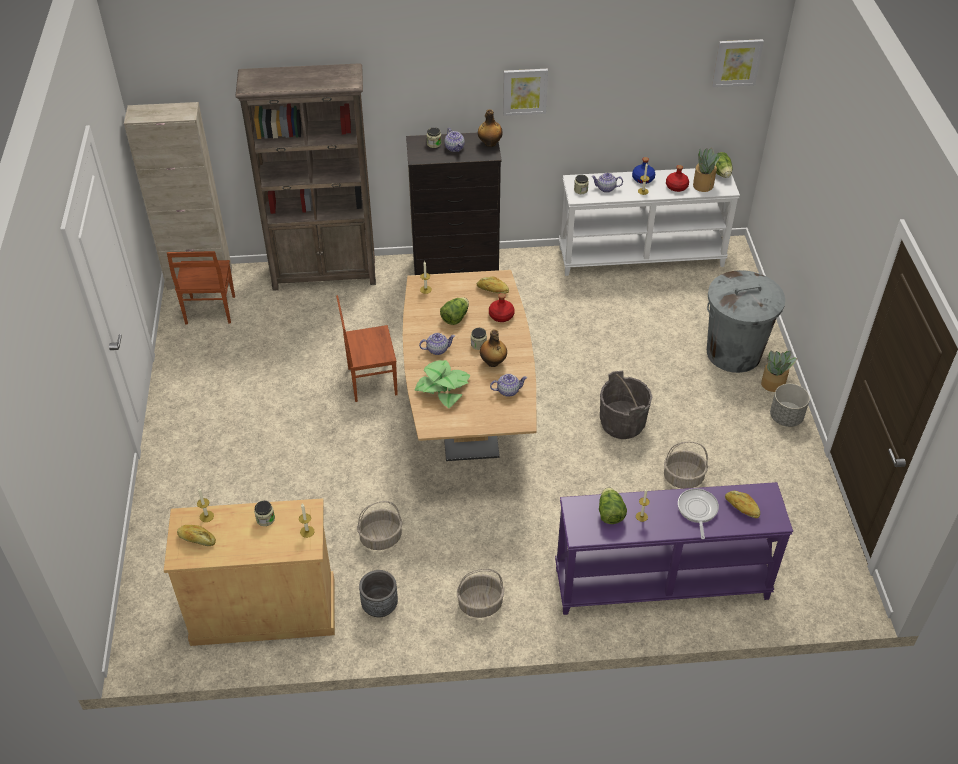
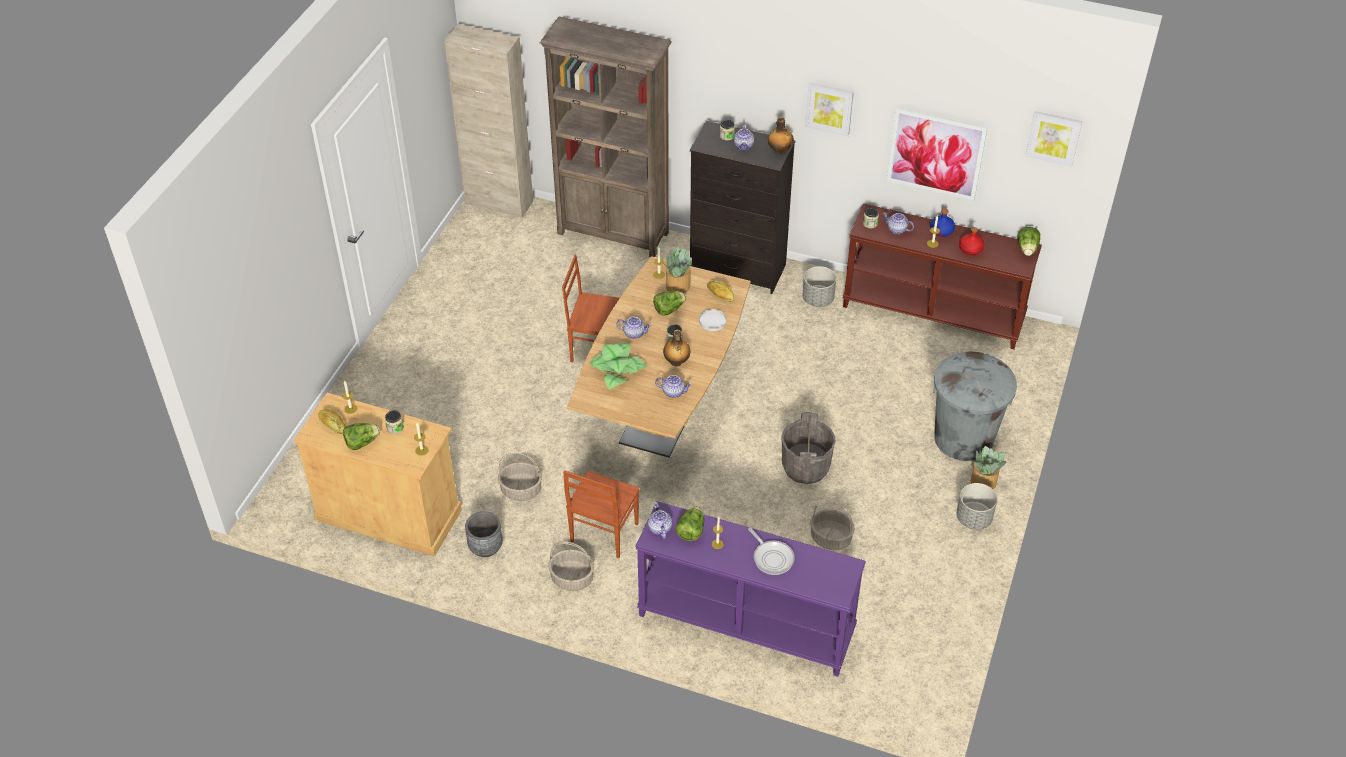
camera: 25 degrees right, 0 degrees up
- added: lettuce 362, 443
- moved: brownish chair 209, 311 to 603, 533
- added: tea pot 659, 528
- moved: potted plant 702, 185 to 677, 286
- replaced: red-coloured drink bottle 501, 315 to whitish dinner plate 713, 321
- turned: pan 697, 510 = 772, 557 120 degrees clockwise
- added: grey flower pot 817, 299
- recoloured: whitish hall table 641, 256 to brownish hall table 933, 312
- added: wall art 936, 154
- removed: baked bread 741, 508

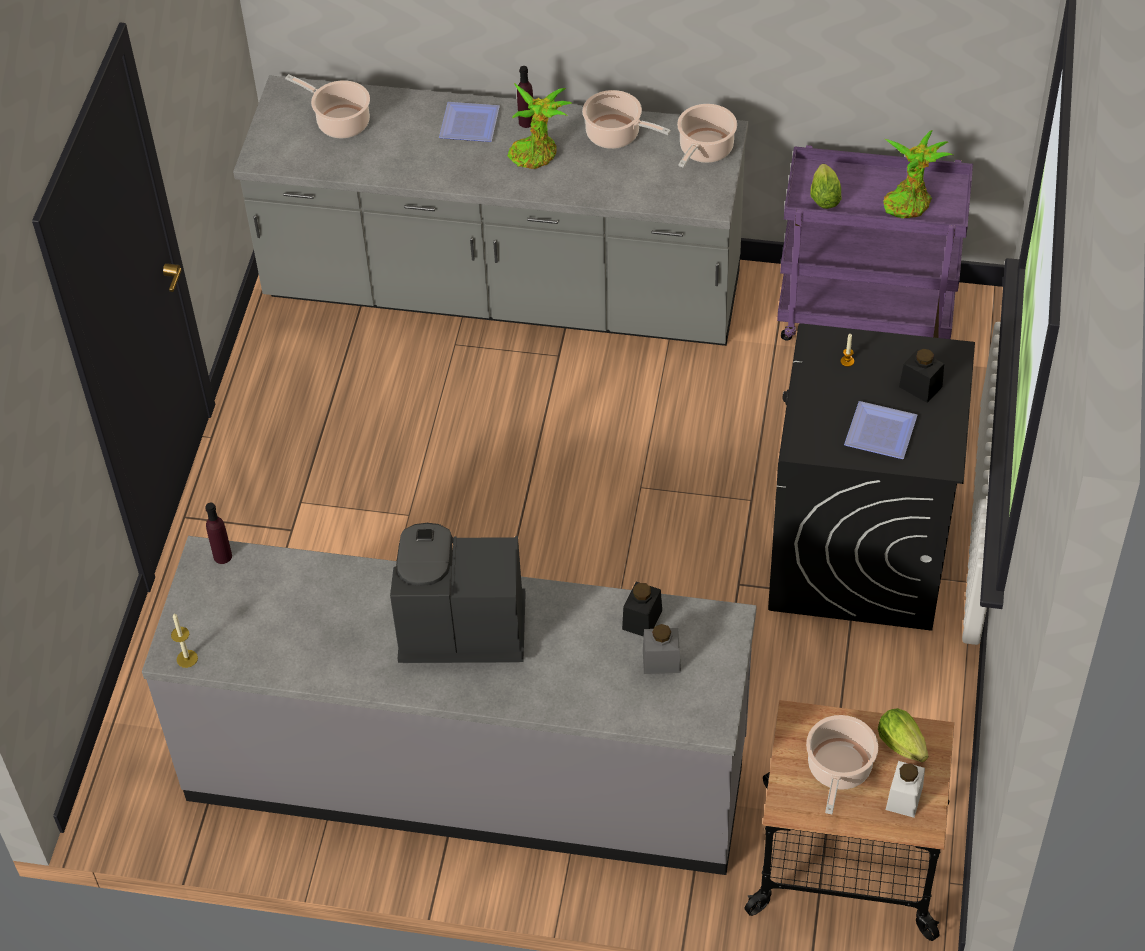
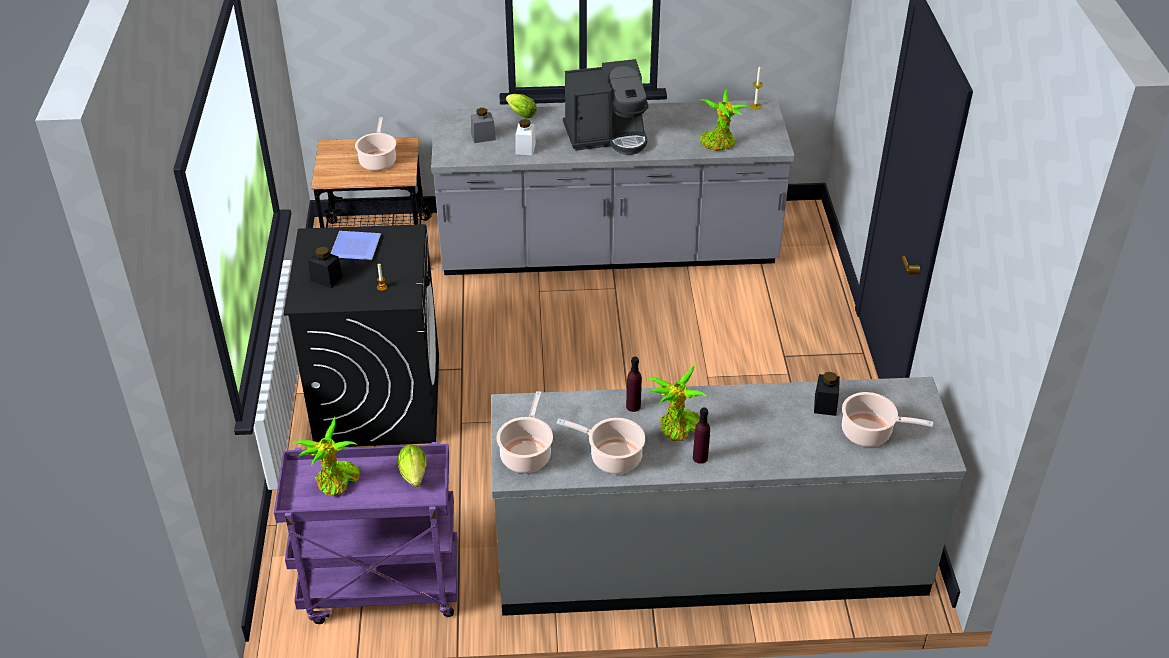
camera: 165 degrees right, 10 degrees down
- moved: lettuce 904, 747 to 520, 113
- moved: whitish storage jar 904, 798 to 525, 148
- moved: purple-coloured drink bottle 222, 556 to 633, 406
- added: potted plant 719, 144
- moved: black storage jar 642, 619 to 825, 404
- removed: dinner plate 467, 125

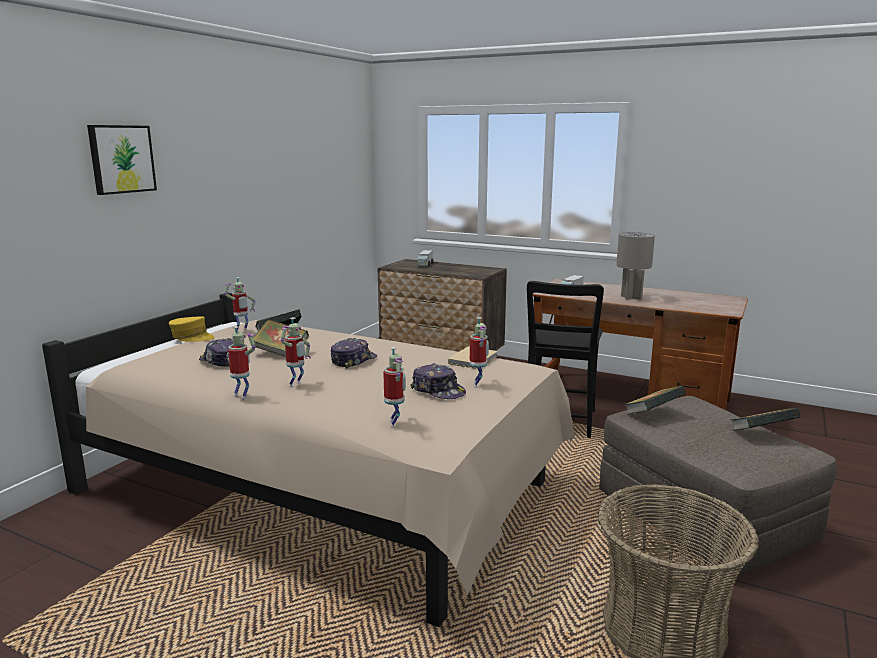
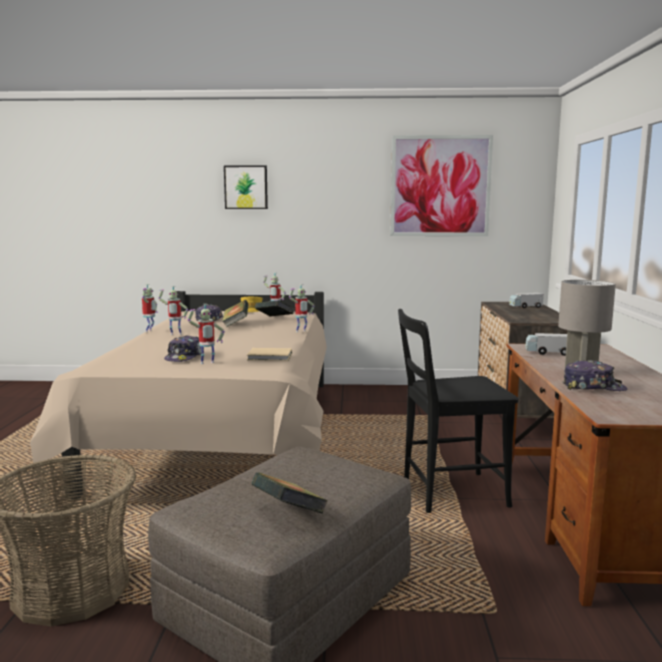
camera: 65 degrees right, 5 degrees down
- moved: toy robot 395, 424 to 301, 331
- added: wall art 440, 186
- moved: peaked cap 353, 360 to 593, 387
- removed: book 653, 415

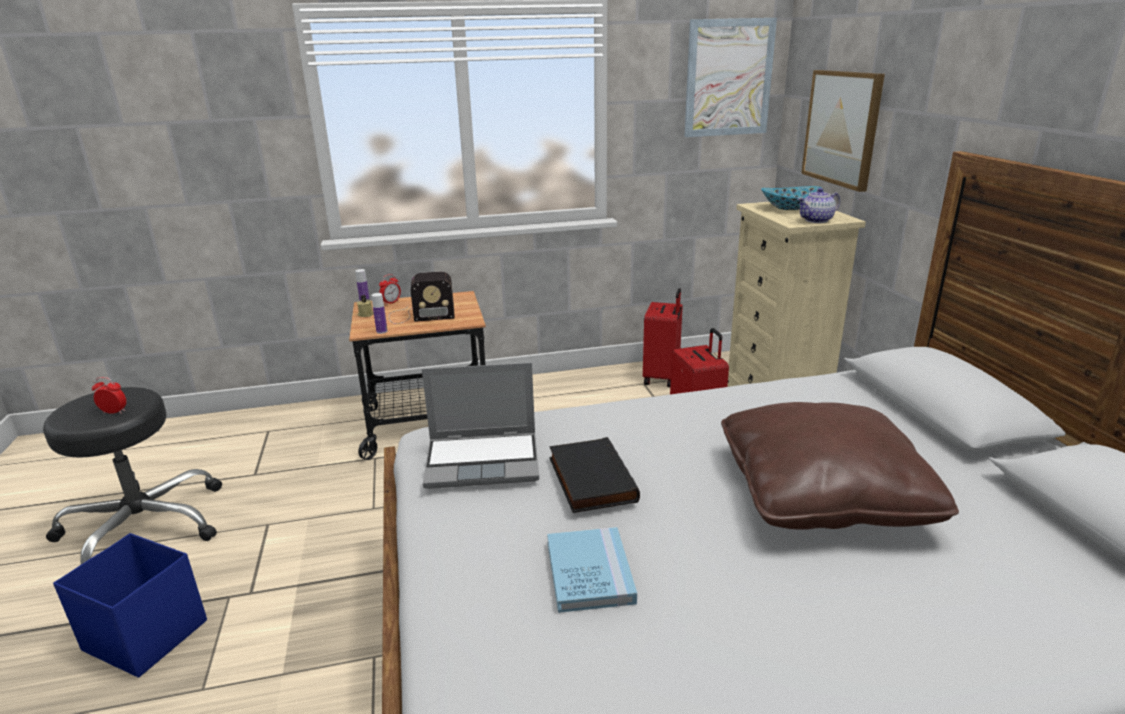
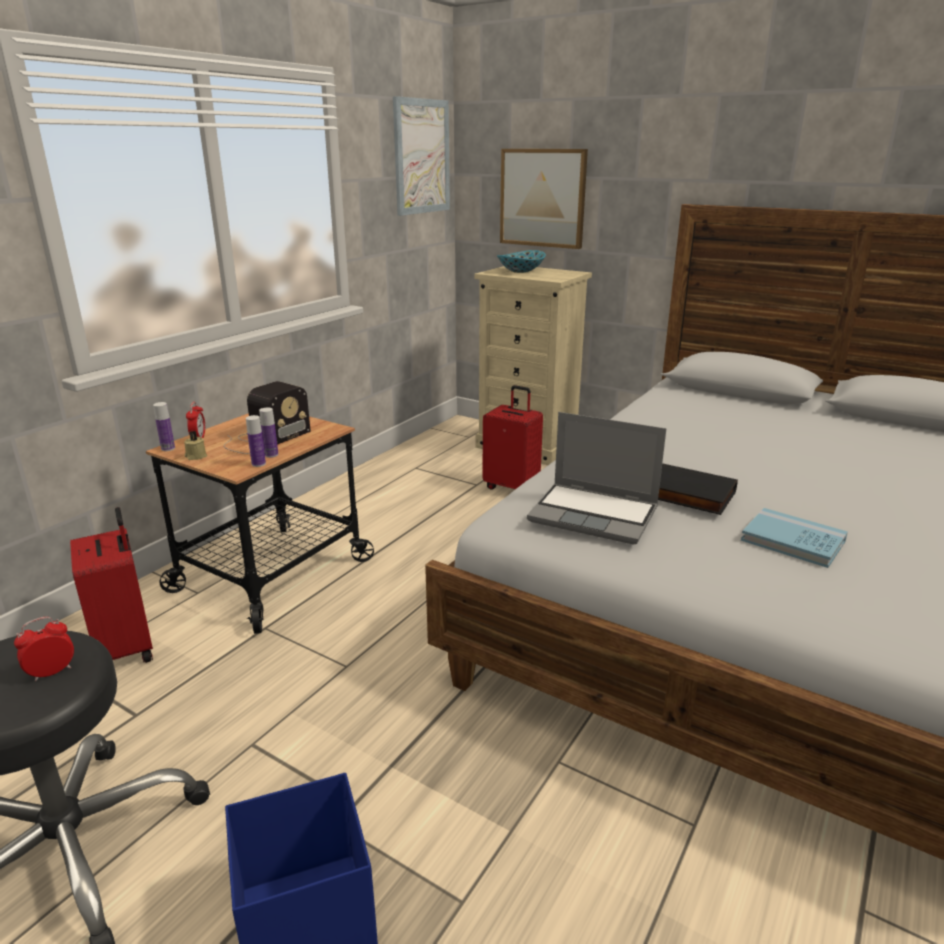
camera: 45 degrees left, 0 degrees up
- moved: red-coloured travel case 662, 377 to 127, 648
- added: drink bottle 271, 455
- turned: portable computer 484, 461 = 595, 515 75 degrees clockwise
- removed: brownish pillow 822, 493
- removed: tea pot 817, 220

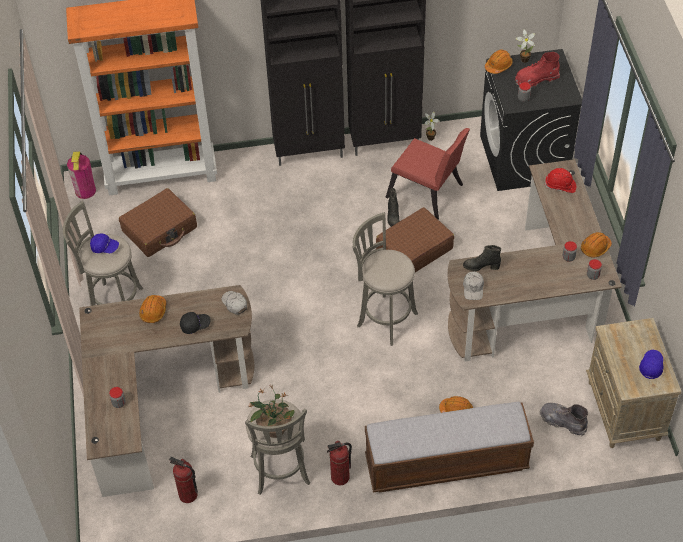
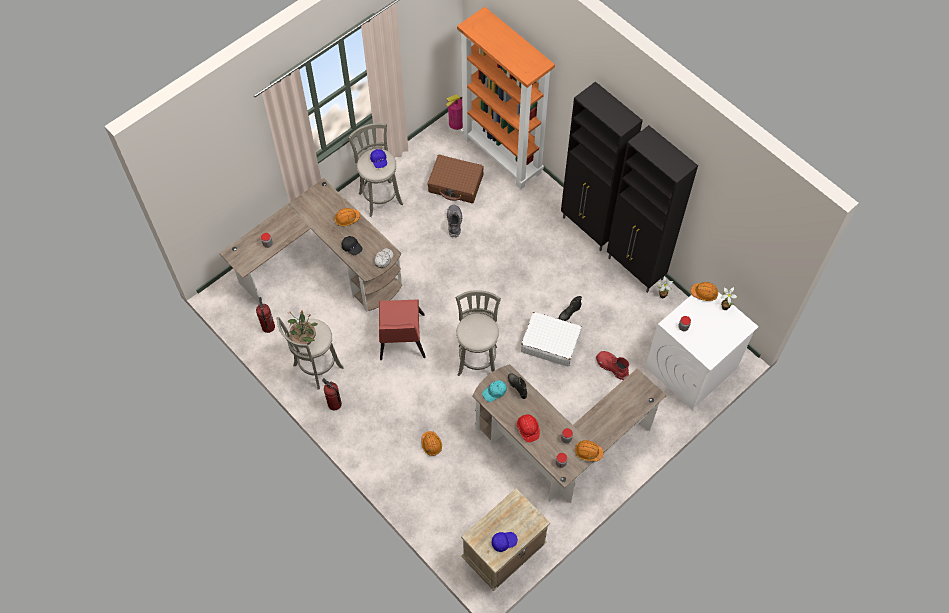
camera: 55 degrees right, 10 degrees up
- moved: red-coloured chair 428, 194 to 401, 340
- moved: grey boot 563, 421 to 454, 222
- recoloured: whitish peaked cap 473, 288 to turquoise-coloured peaked cap 494, 392
- moved: red-coloured safety helmet 560, 186 to 528, 429
- recoloured: brownish travel case 414, 249 to whitish travel case 550, 343
- moved: red-coloured boot 536, 79 to 611, 366
- recoloured: black laundry appliance 524, 158 to whitish laundry appliance 691, 368
- removed: indoor bench 446, 463

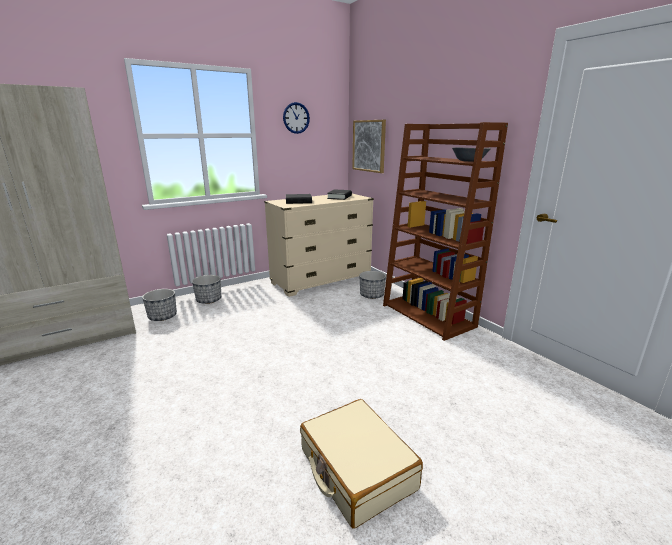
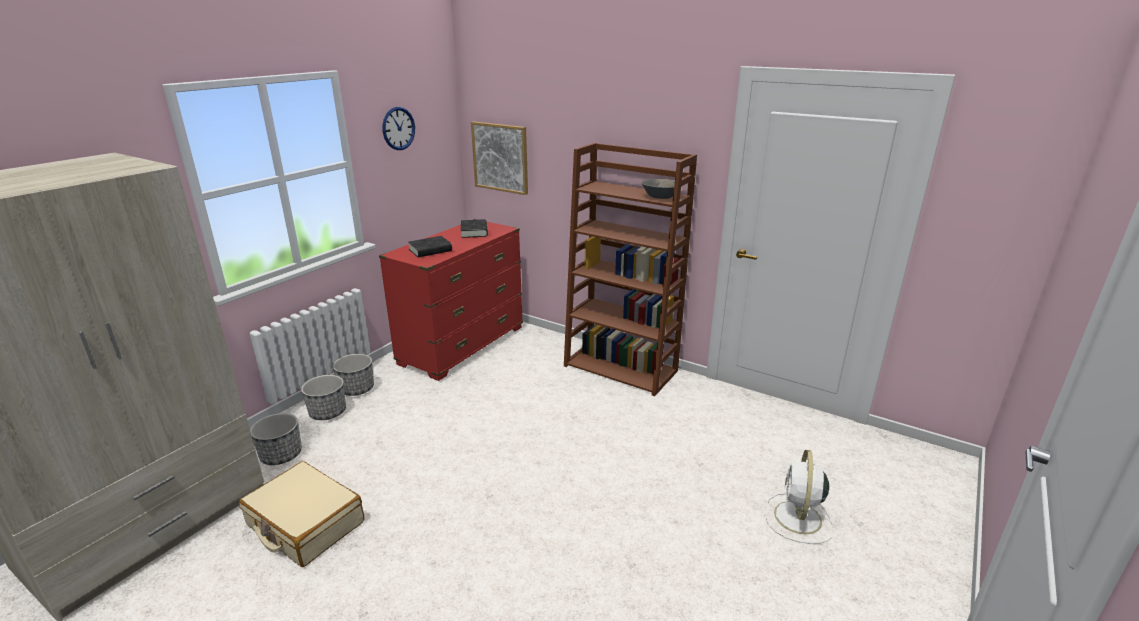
camera: 25 degrees left, 5 degrees up
- moved: sand-coloured travel case 356, 469 to 305, 524
- moved: flower pot 372, 295 to 357, 389
- recoloured: sand-coloured chest of drawers 321, 280 to red-coloured chest of drawers 462, 346
- added: whitish electric fan 797, 519

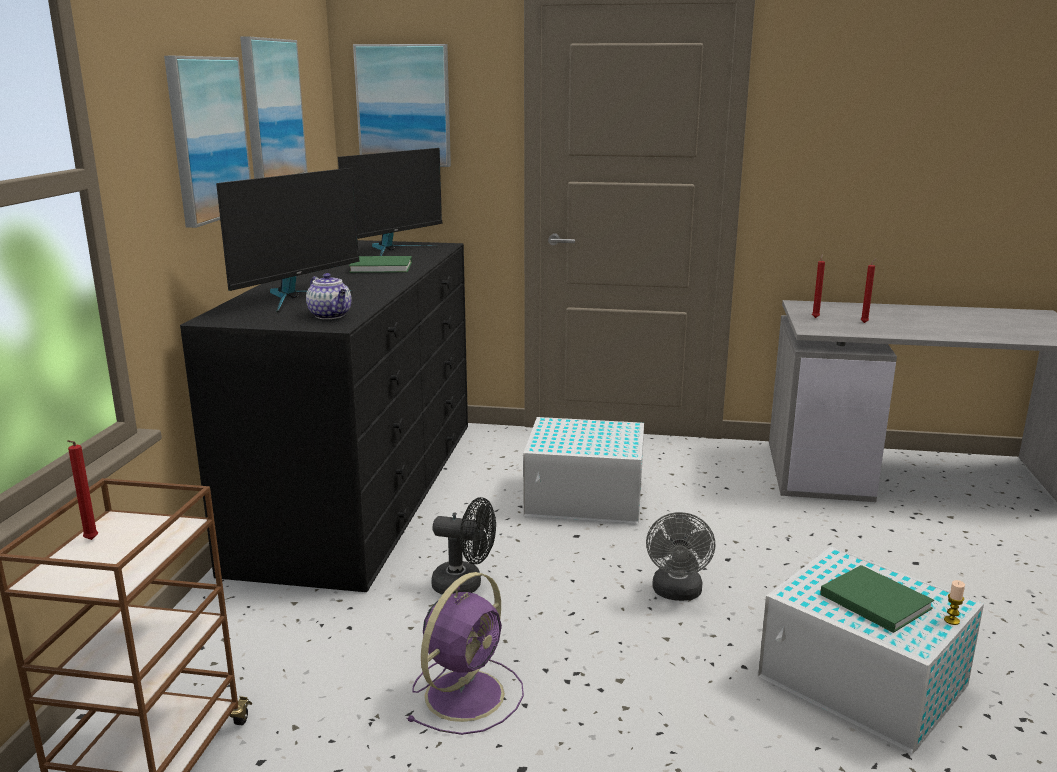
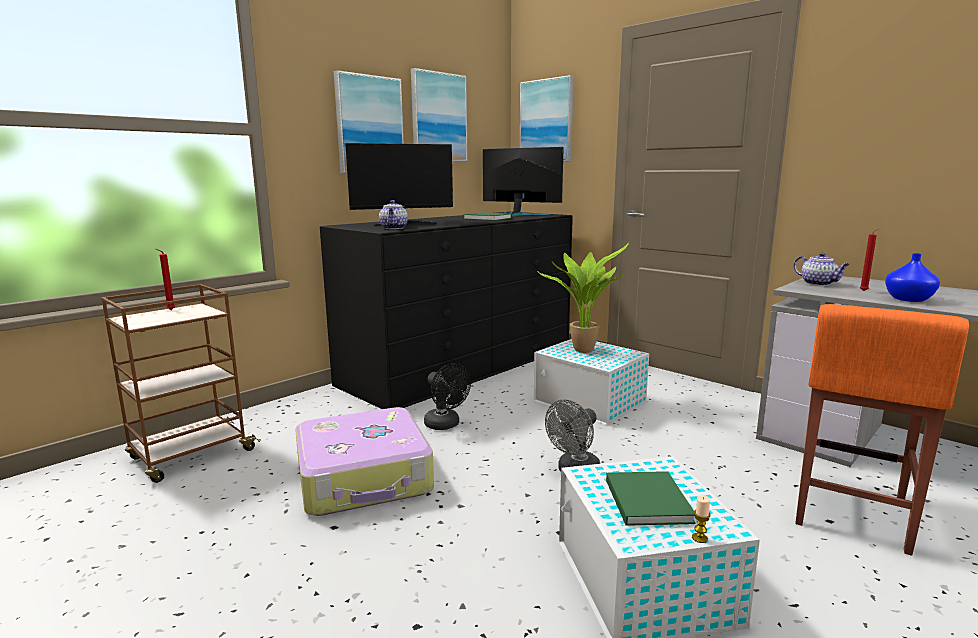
camera: 35 degrees right, 5 degrees down
- replaced: purple-coloured electric fan 467, 693 to travel case 365, 477
- turned: monitor 394, 250 = 519, 214 135 degrees counterclockwise
- added: potted plant 583, 349
- replaced: red-coloured wax light 815, 317 to tea pot 819, 283
- added: orange stool 850, 513
- added: blue-coloured vase 907, 299

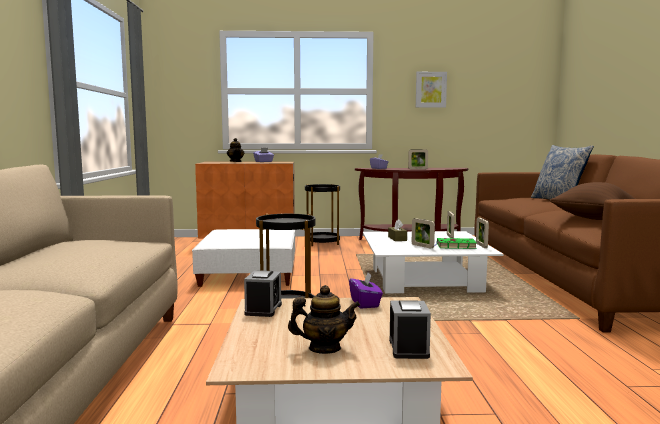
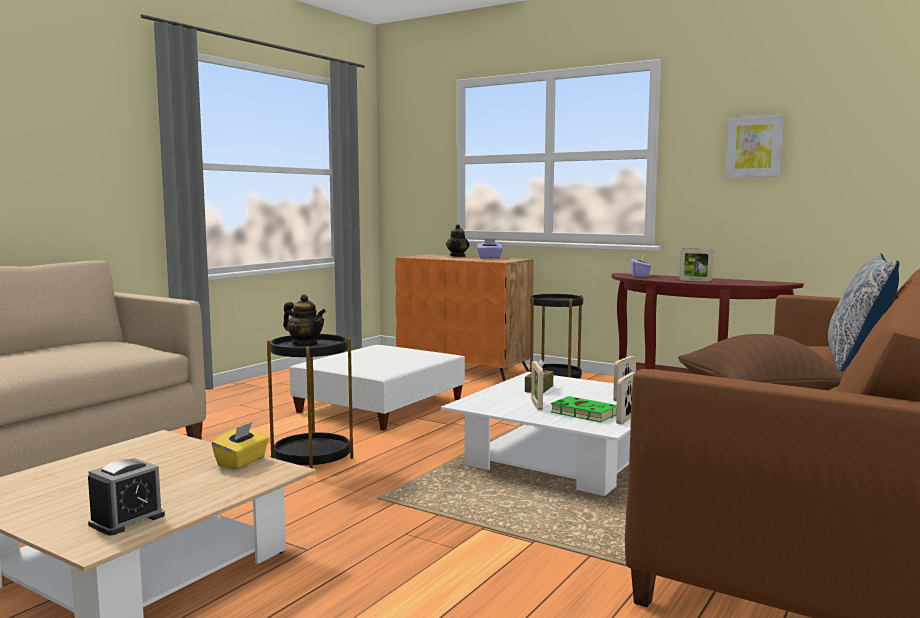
camera: 35 degrees right, 0 degrees up
- recoloured: purple-coloured tissue holder 365, 303 to yellow-coloured tissue holder 242, 462
- moved: tea pot 324, 348 to 305, 344
- removed: table clock 263, 309

